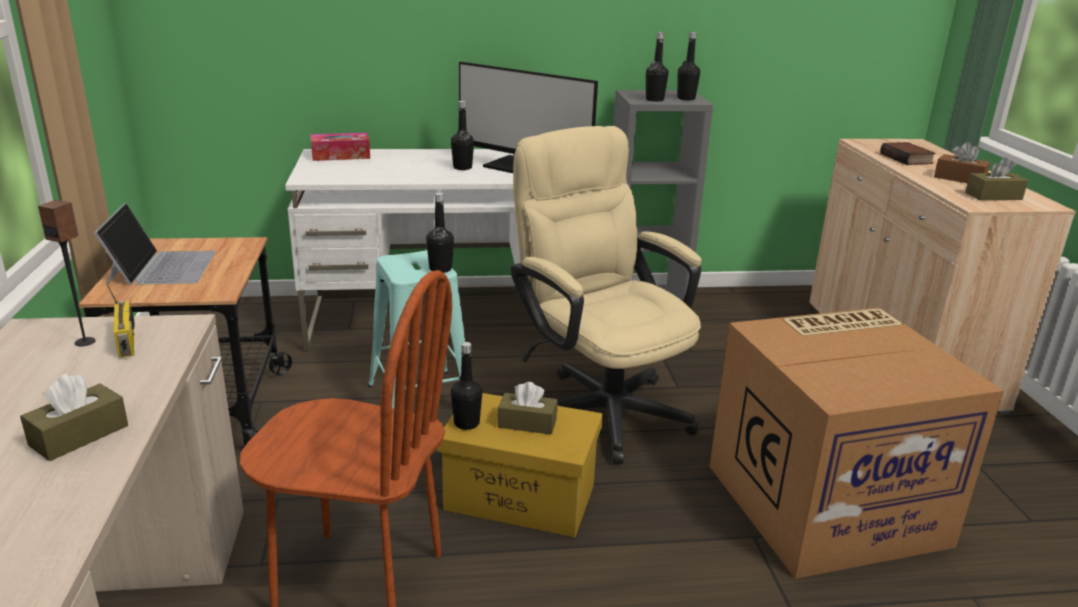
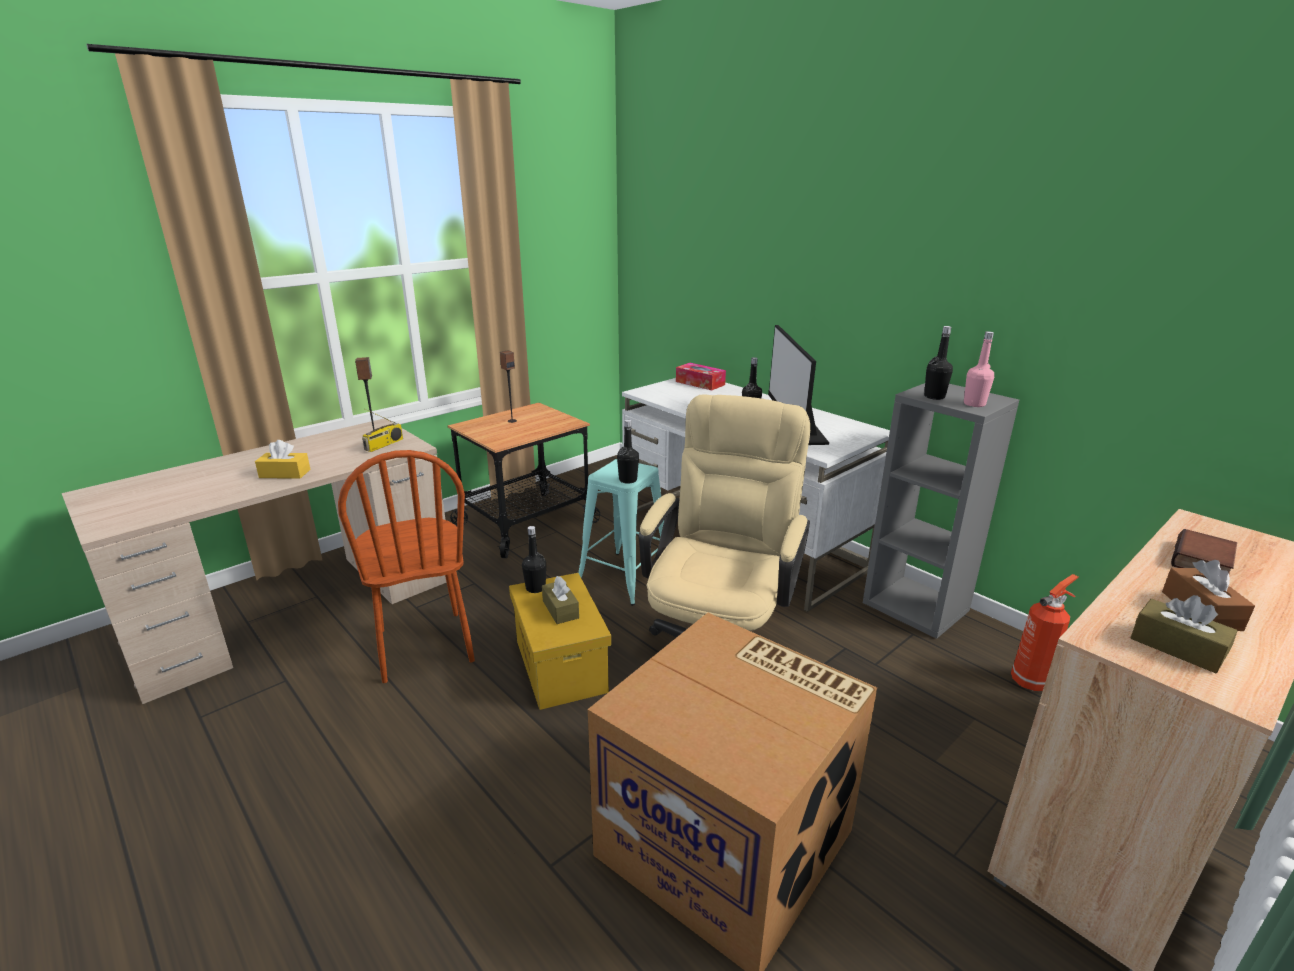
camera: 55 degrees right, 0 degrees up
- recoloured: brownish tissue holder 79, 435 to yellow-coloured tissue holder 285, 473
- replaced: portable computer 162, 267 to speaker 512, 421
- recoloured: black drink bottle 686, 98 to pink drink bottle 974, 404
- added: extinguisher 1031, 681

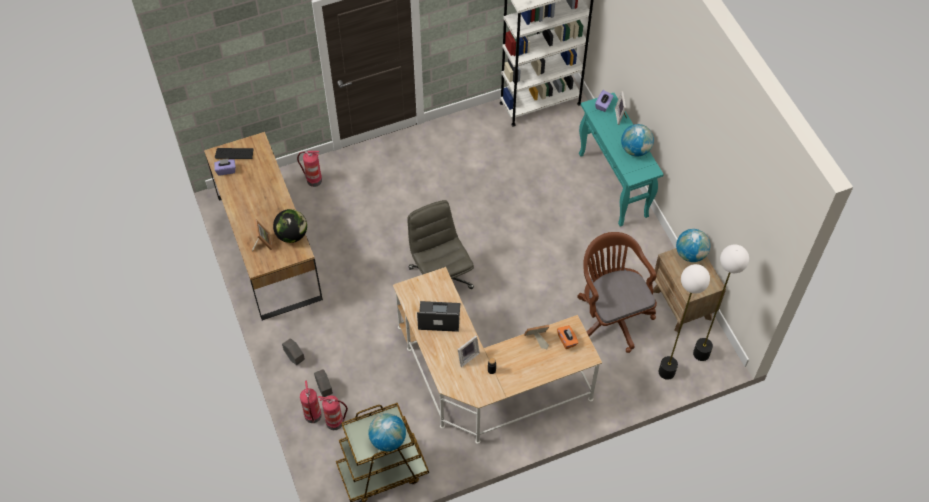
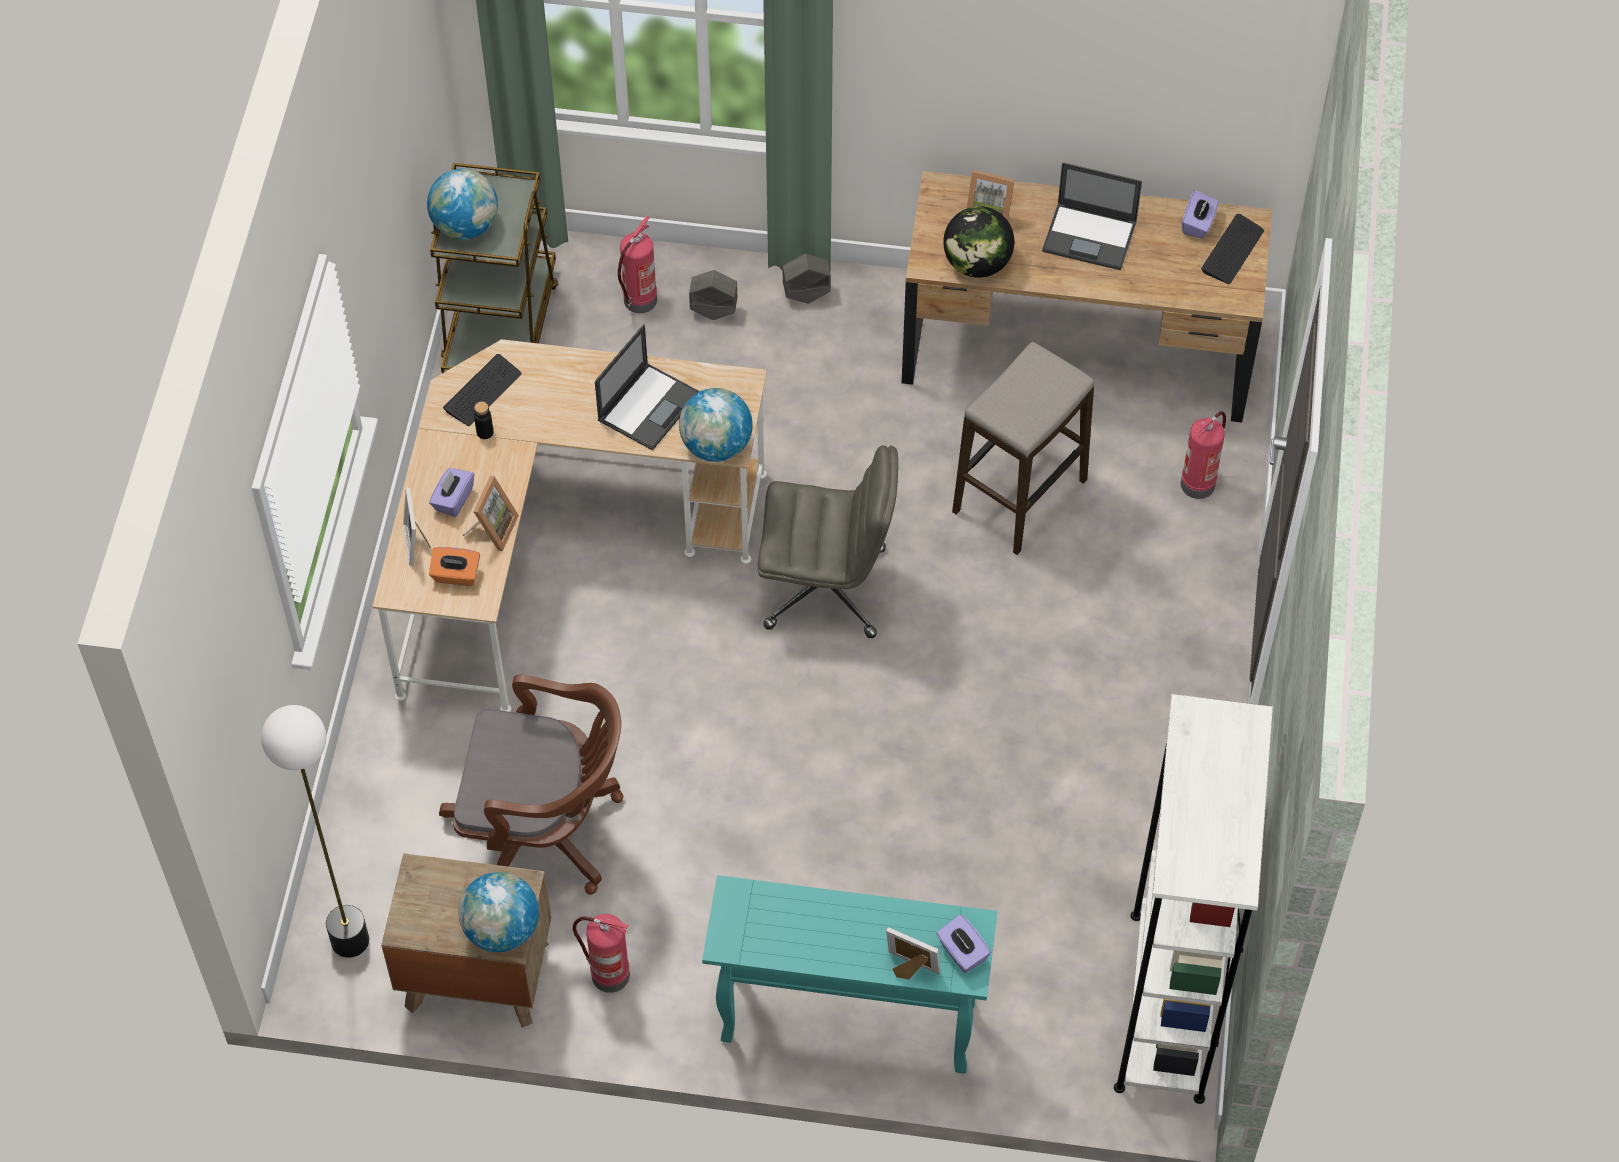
camera: 120 degrees right, 0 degrees up
- moved: picture frame 467, 356 to 418, 543
- added: purple-coloured tissue holder 453, 500
- added: keyboard 482, 392
- moved: extinguisher 313, 416 to 608, 975
- moved: globe 635, 150 to 716, 446
- added: stool 1020, 496
- added: portable computer 1090, 236
- removed: floor lamp 666, 371

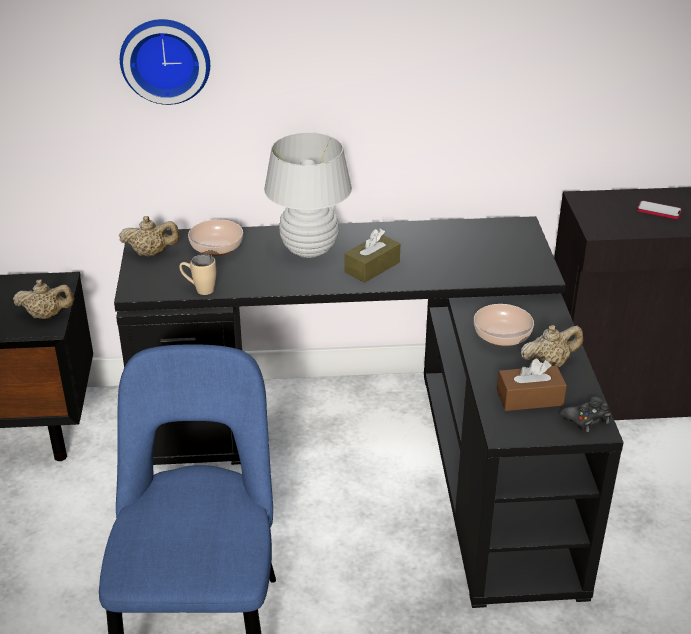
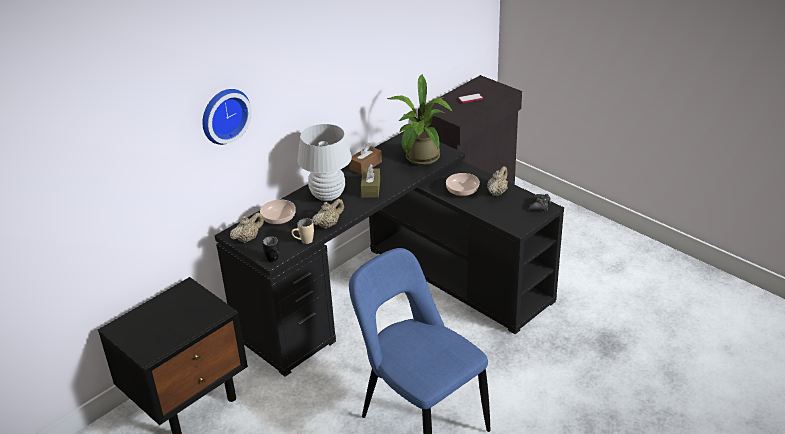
camera: 40 degrees left, 0 degrees up
- added: black tea mug 274, 261
- moved: sand-coloured tea pot 47, 315 to 328, 224
- moved: brownish tissue holder 529, 398 to 365, 165
- added: potted plant 421, 160

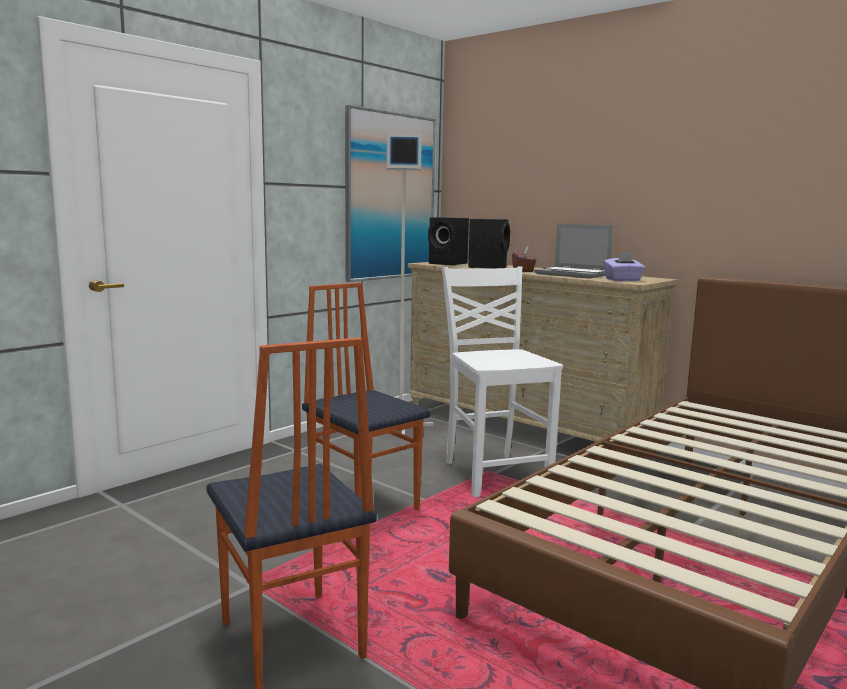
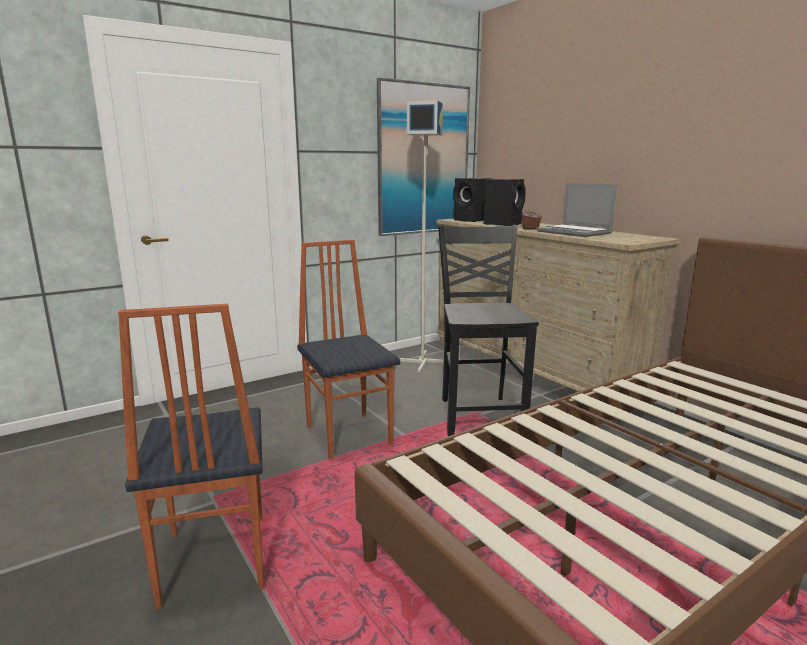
camera: 15 degrees right, 5 degrees up
- recoloured: whitish chair 494, 474 to black chair 480, 415
- removed: purple-coloured tissue holder 623, 280

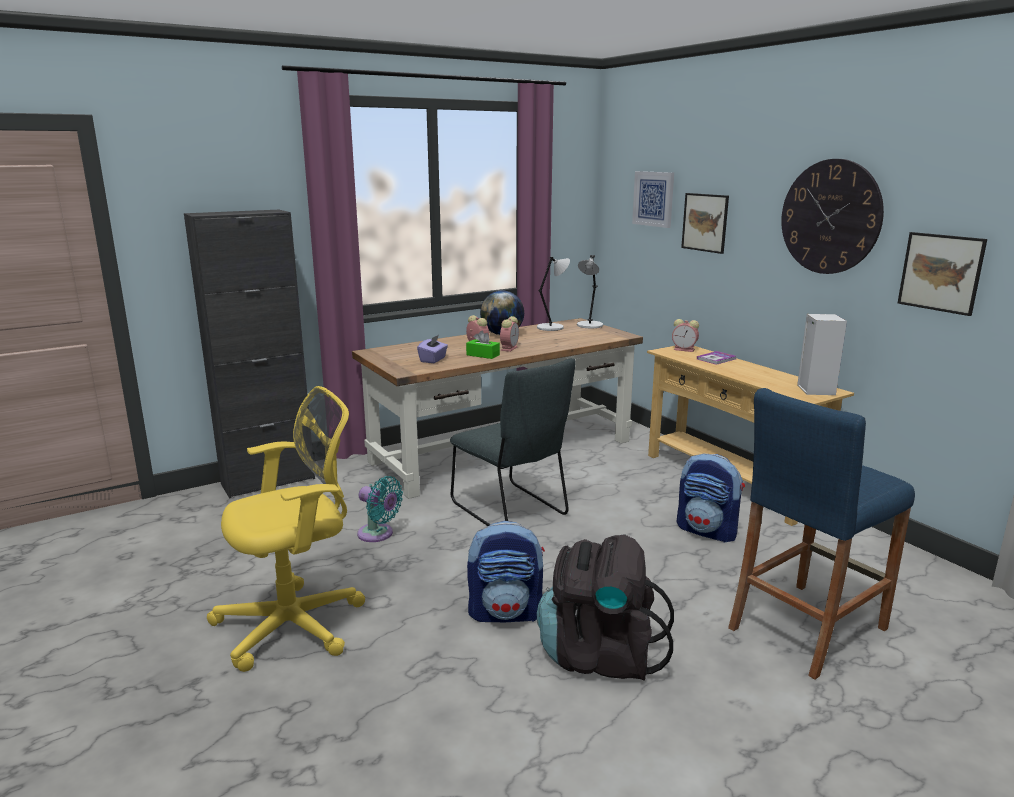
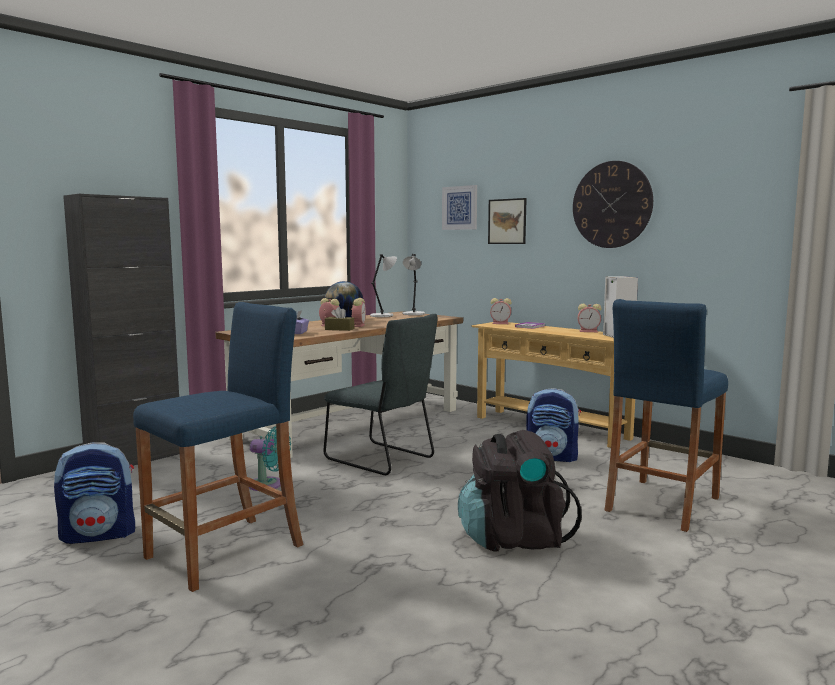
camera: 15 degrees left, 10 degrees down
- moved: backpack 506, 612 to 99, 534
- replaced: yellow-coloured office chair 297, 624 to blue-coloured stool 225, 552
- recoloured: greenish tissue holder 483, 355 to brownish tissue holder 339, 329
- added: table clock 589, 331
- removed: wall art 940, 272

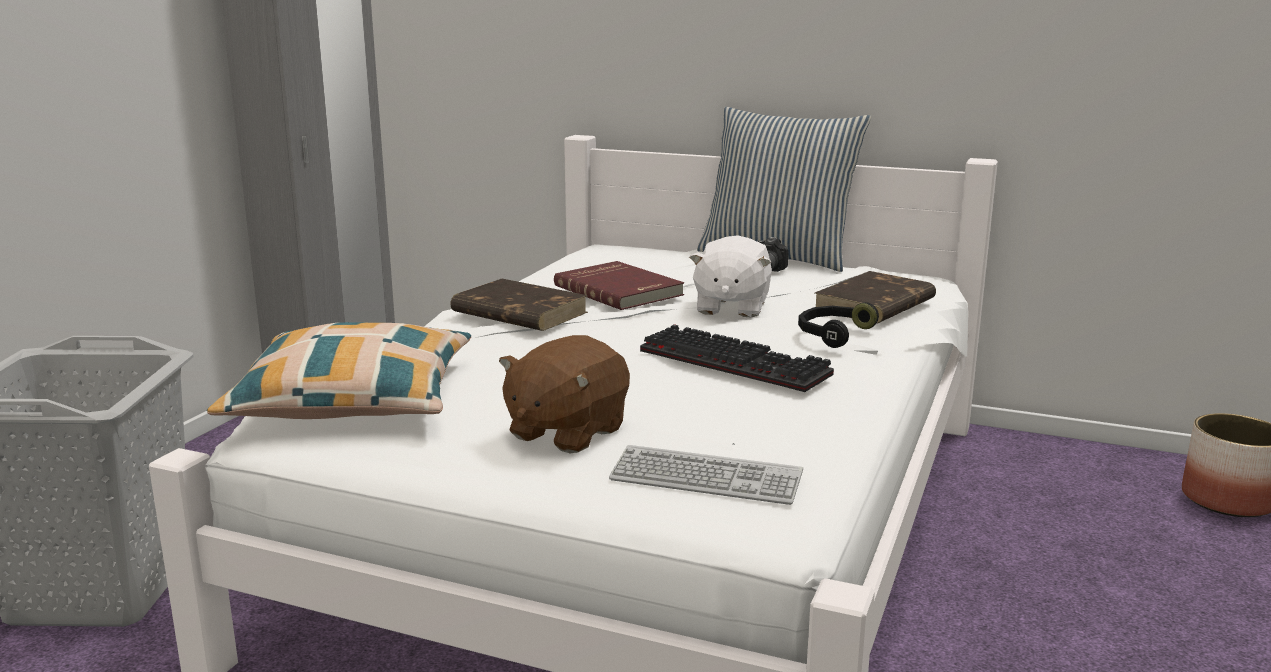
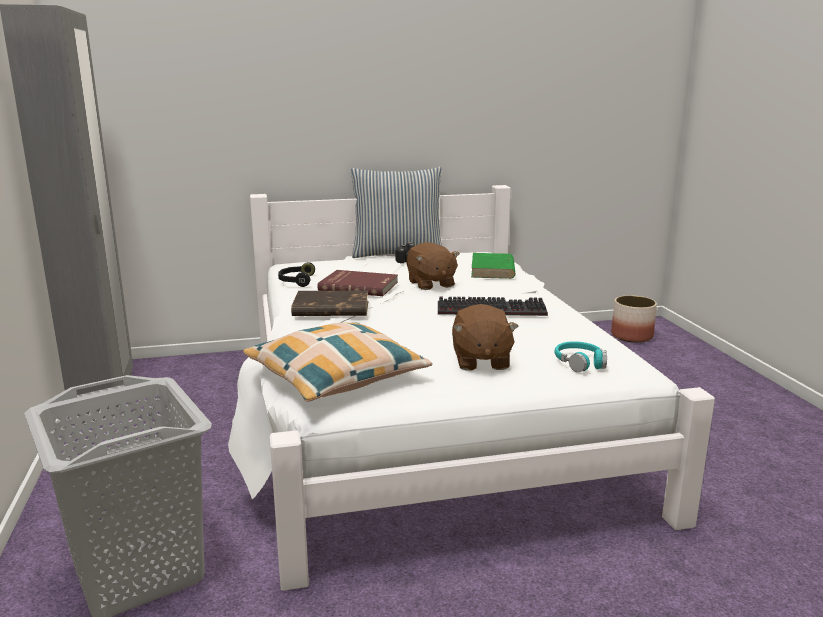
camera: 35 degrees left, 0 degrees up
- moved: black pair of headphones 832, 334 to 296, 281
- recoloured: whitish cuddly toy 730, 307 to brownish cuddly toy 430, 284
- recoloured: brownish book 874, 305 to greenish book 493, 270
- replaced: keyboard 706, 478 to turquoise-coloured pair of headphones 580, 363

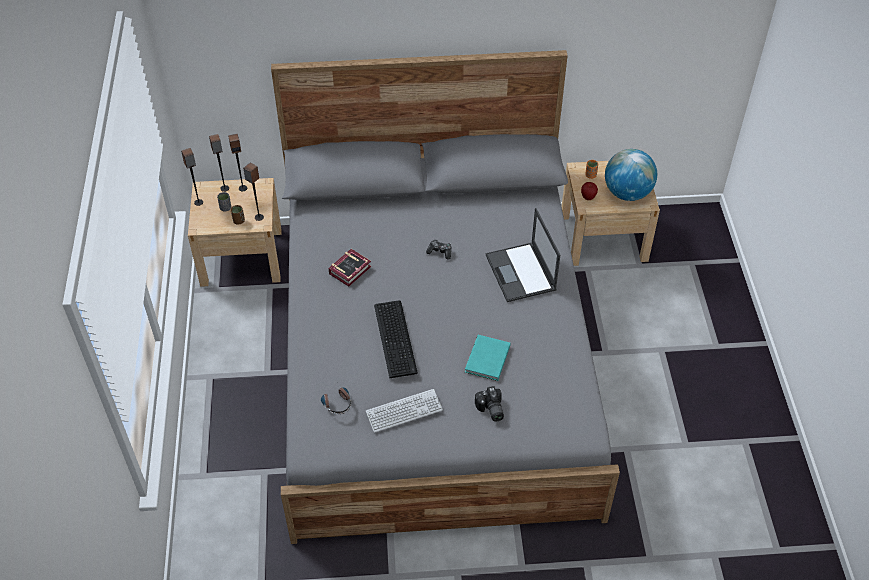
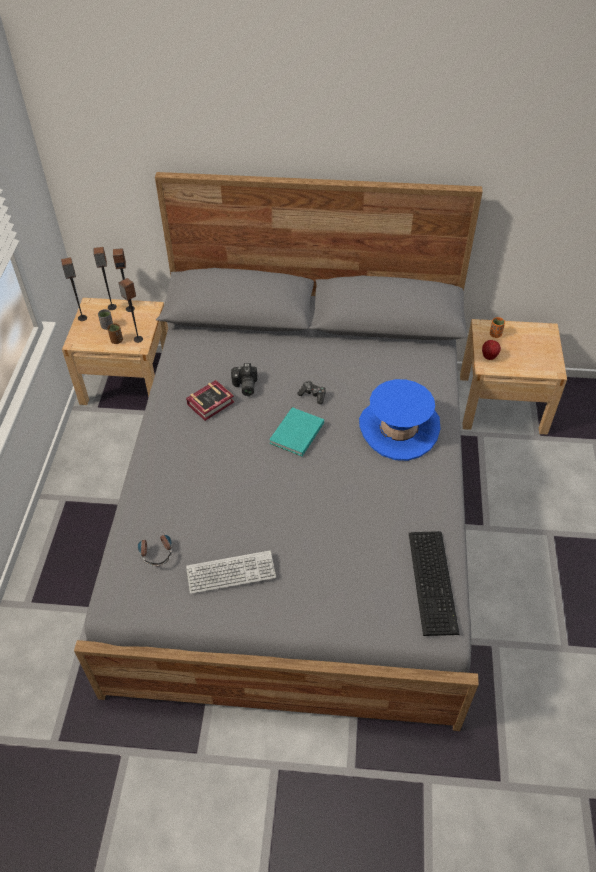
camera: 10 degrees right, 0 degrees up
- moved: still camera 490, 410 to 244, 386
- moved: turquoise-coloured book 486, 360 to 295, 434
- replaced: portable computer 521, 273 to blue-coloured clothing hat 398, 429
- moved: keyboard 396, 337 to 434, 580
- removed: globe 627, 193

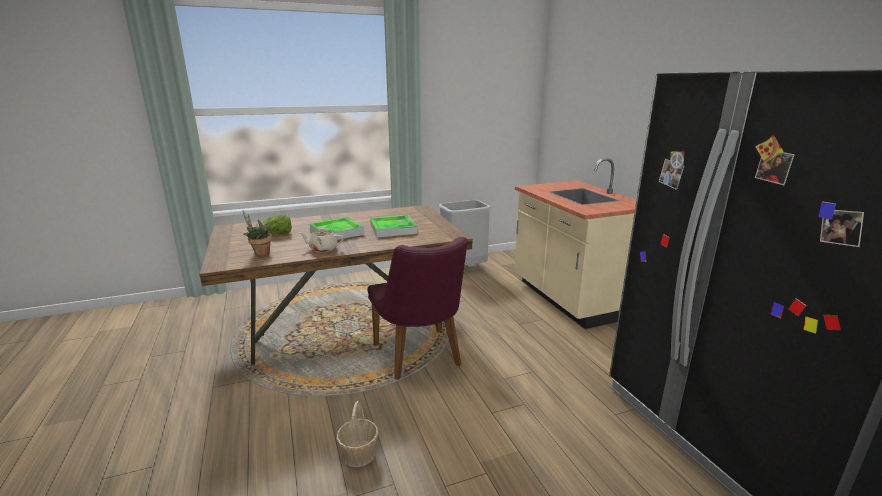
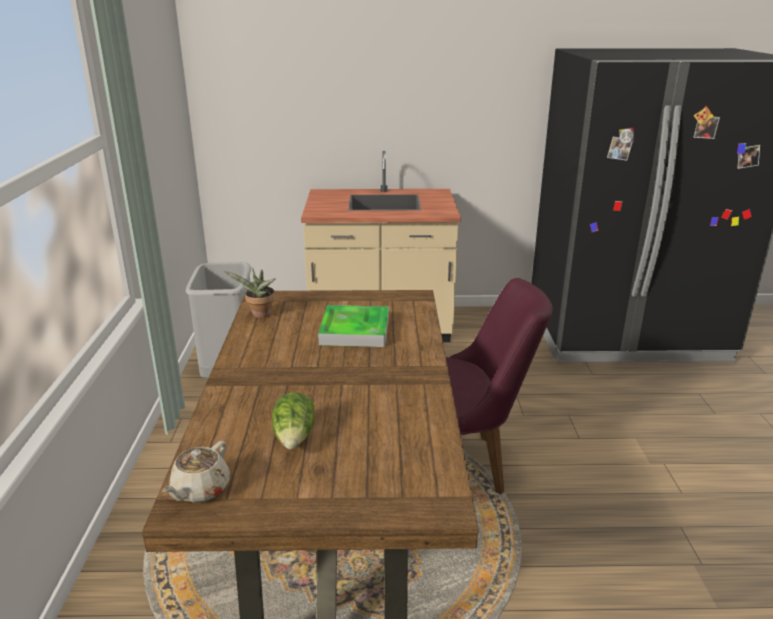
camera: 70 degrees left, 5 degrees up
- moved: sand-coloured tea pot 323, 249 to 200, 490
- moved: potted plant 260, 253 to 259, 315
- removed: serving tray 337, 232
- removed: basket 359, 453

